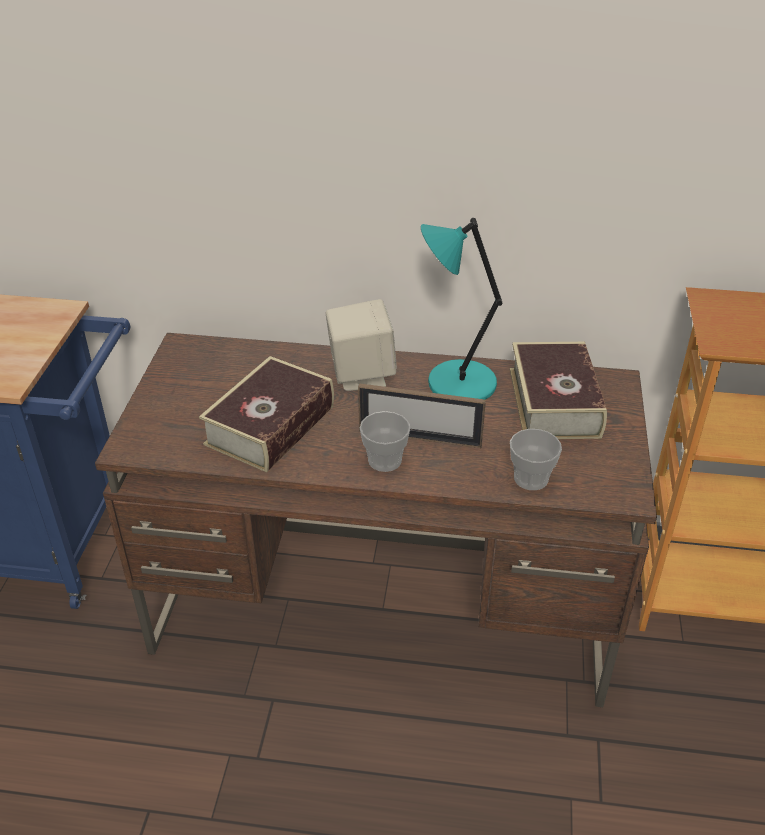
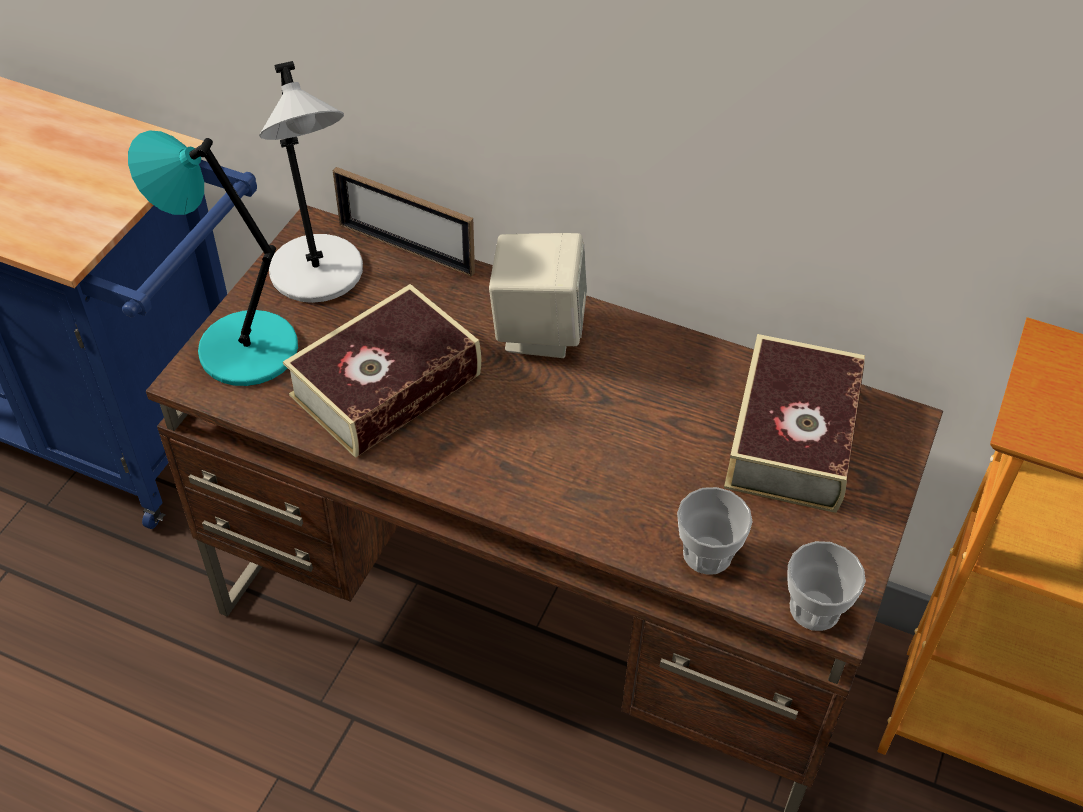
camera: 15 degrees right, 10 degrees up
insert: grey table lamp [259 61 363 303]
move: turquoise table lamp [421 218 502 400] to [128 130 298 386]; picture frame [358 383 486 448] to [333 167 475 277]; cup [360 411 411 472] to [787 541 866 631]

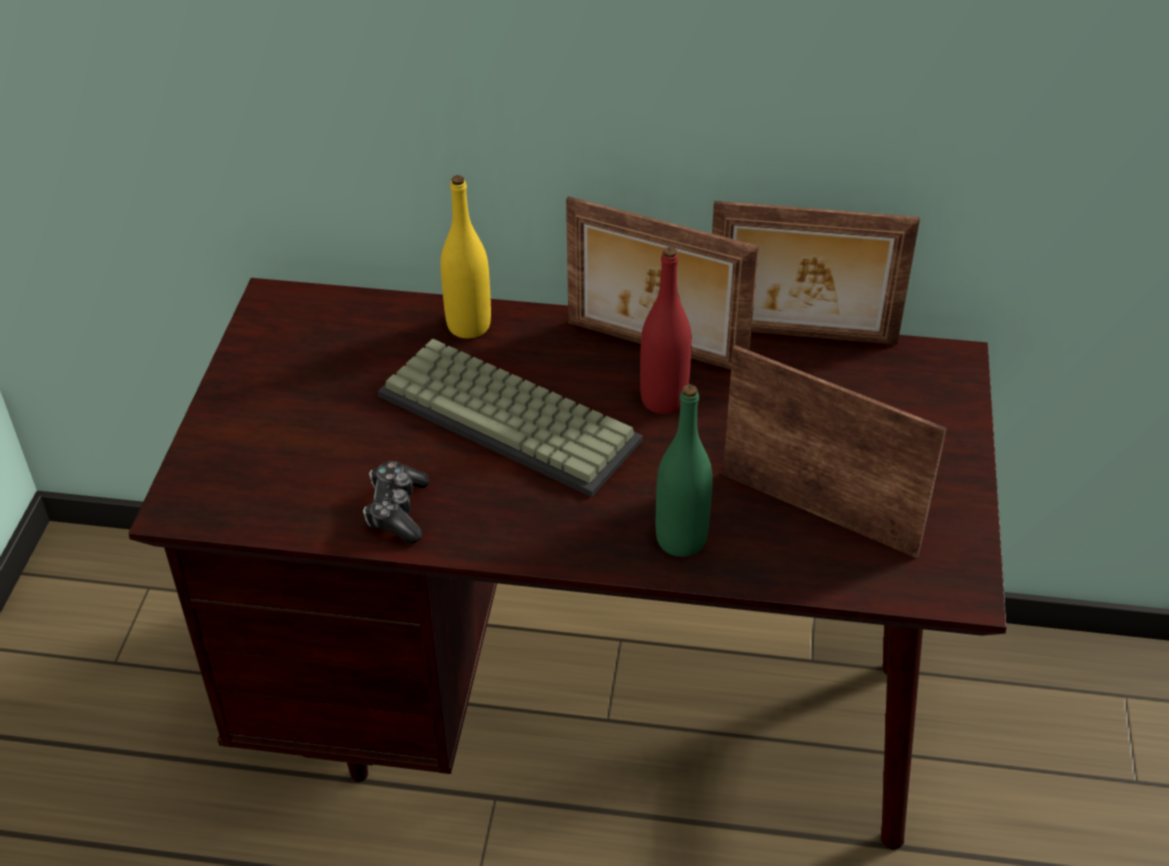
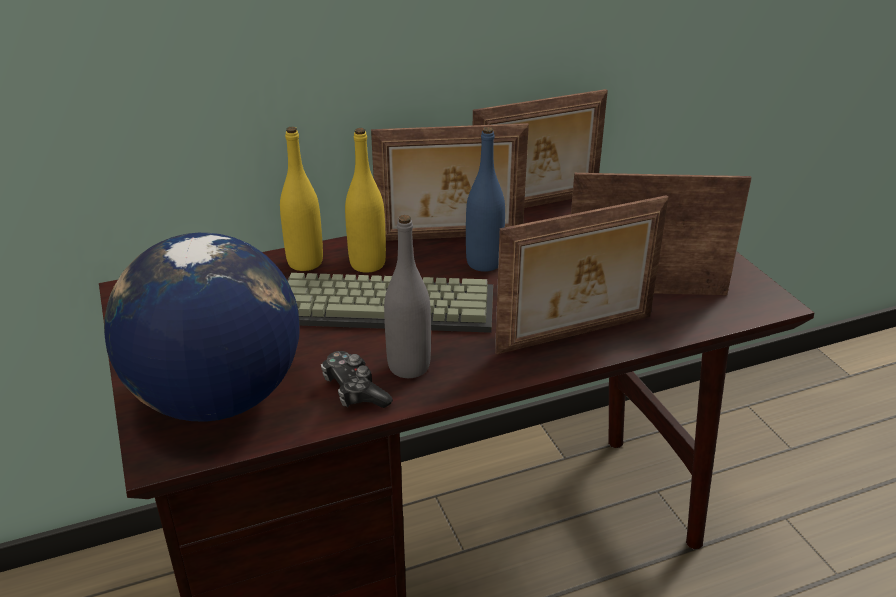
camera: 30 degrees left, 10 degrees down
insert: yellow bottle [345 128 386 273]; grey bottle [384 215 431 378]; globe [104 233 300 421]
replace: green bottle [656 384 713 557] to picture frame [495 195 669 354]
recolor: red bottle [640 247 692 414] to blue bottle [466 127 505 272]

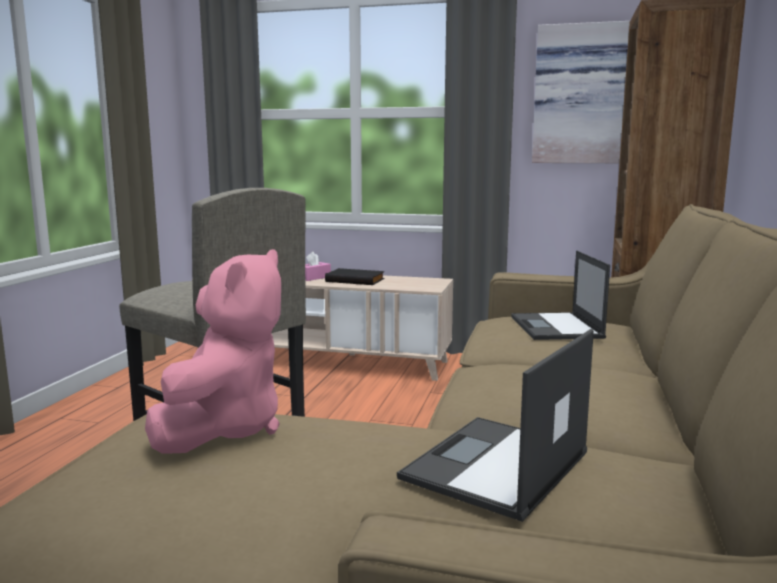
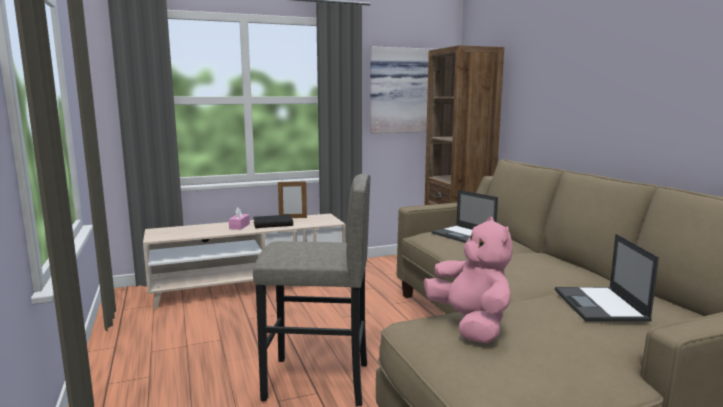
camera: 35 degrees left, 0 degrees up
insert: picture frame [278 180 307 218]

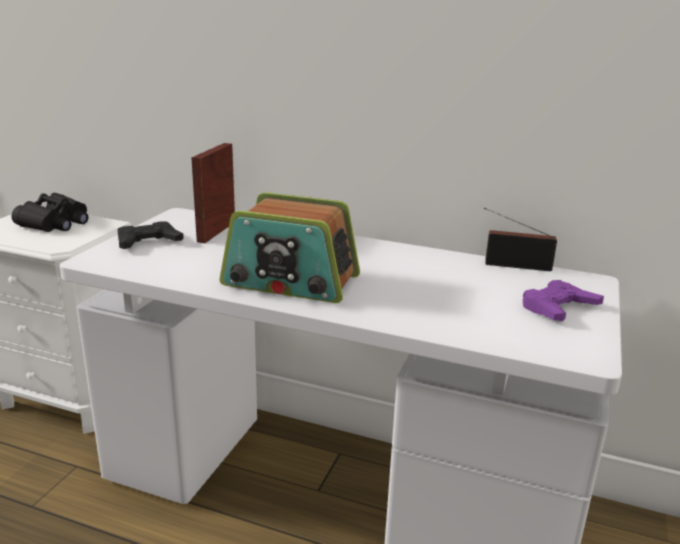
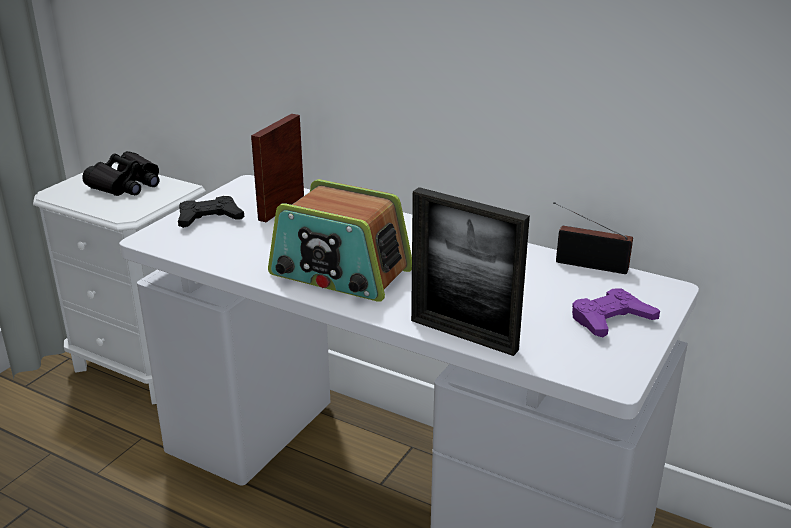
camera: 10 degrees right, 5 degrees up
insert: picture frame [411 187 530 356]

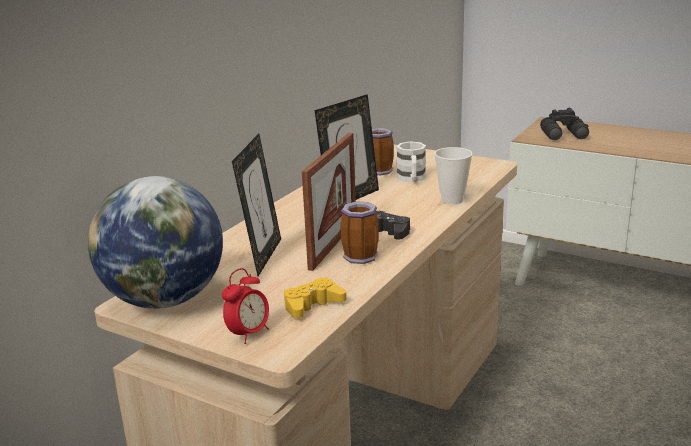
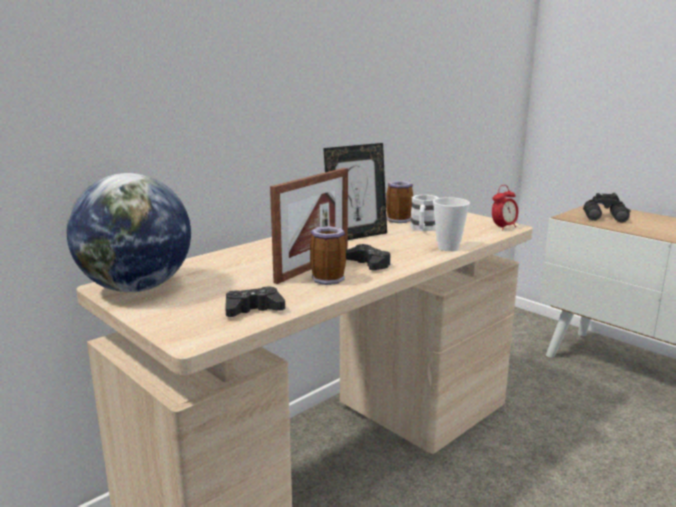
camera: 15 degrees right, 5 degrees down
delete: picture frame [232 134 281 276]
move: alarm clock [222 268 269 344] to [492 185 518 231]
recolor: yellow game controller [284 278 347 318] to black game controller [225 286 285 317]

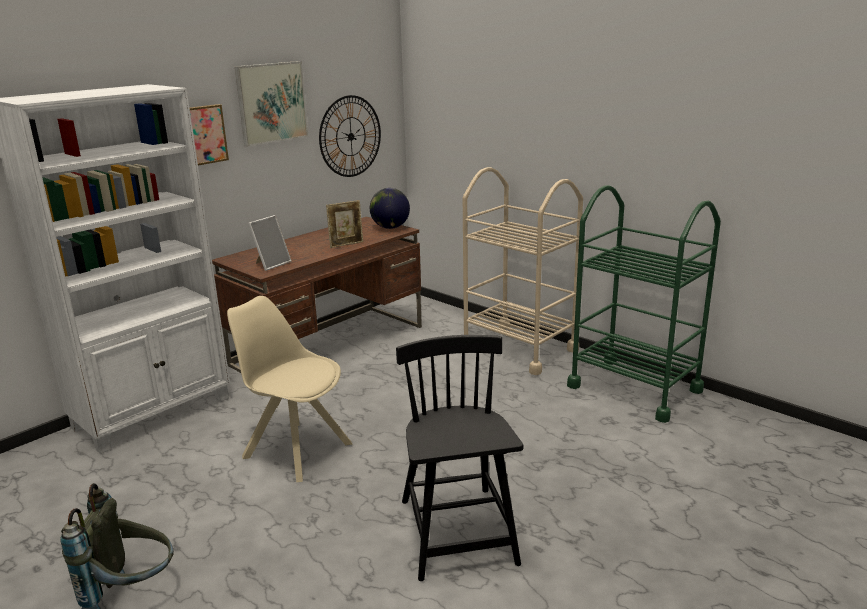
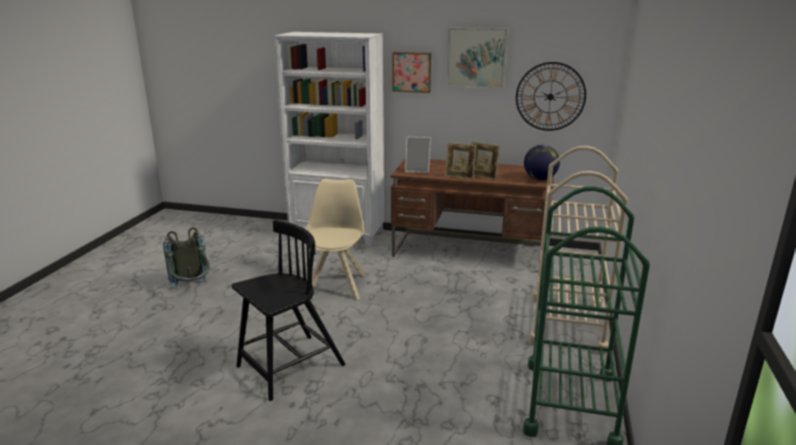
camera: 60 degrees right, 0 degrees up
insert: picture frame [445 142 477 179]

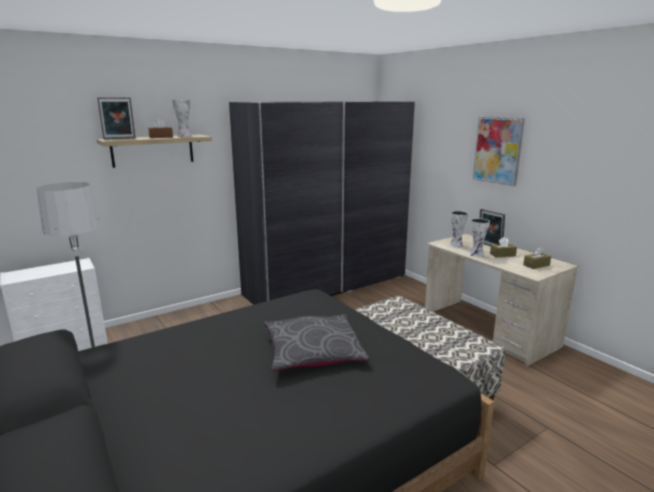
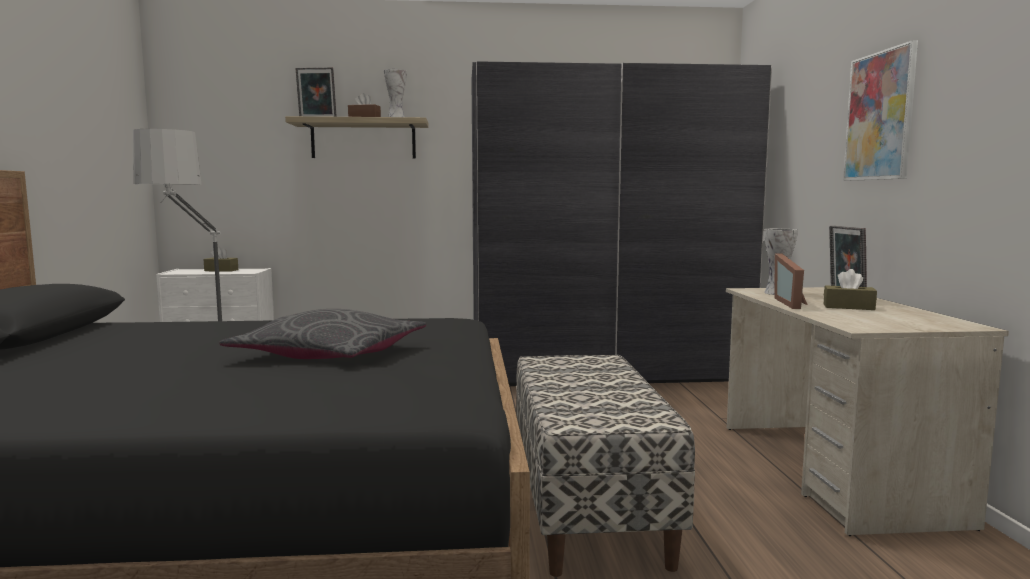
camera: 30 degrees right, 10 degrees down
move: brown tissue box [523 247 551 269] to [204 247 238 272]
replace: vase [470 218 490 257] to picture frame [775 254 808 309]

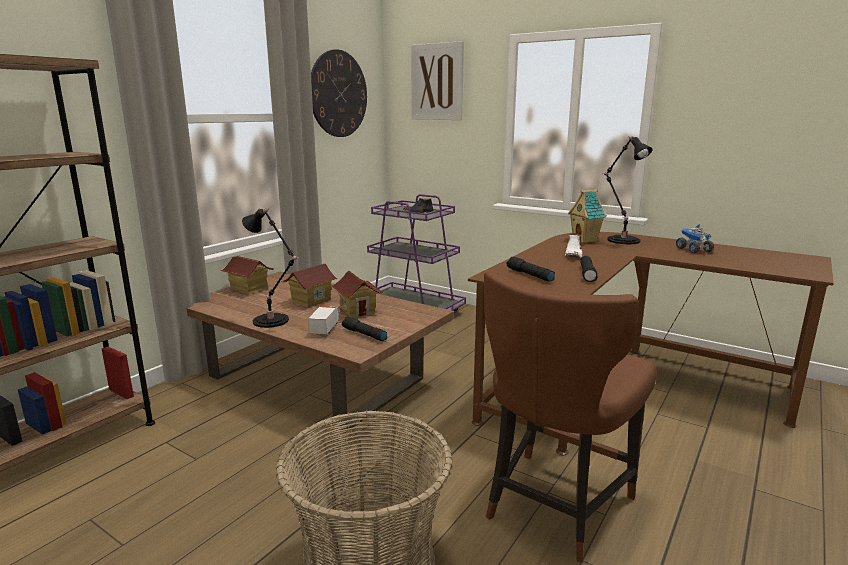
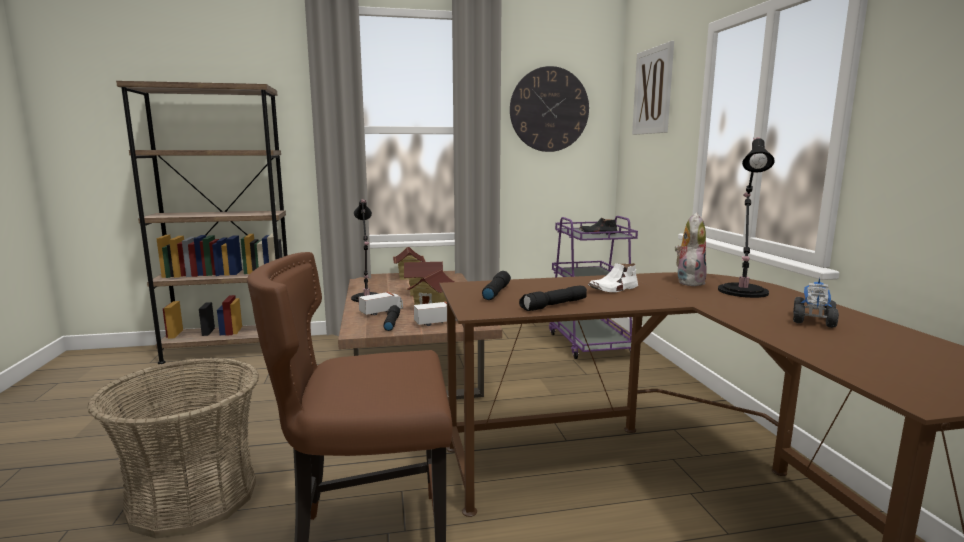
camera: 45 degrees right, 5 degrees down
insert: toy truck [414 301 457 326]
replace: toy house [568 189 607 243] to plush toy [675 212 707 286]

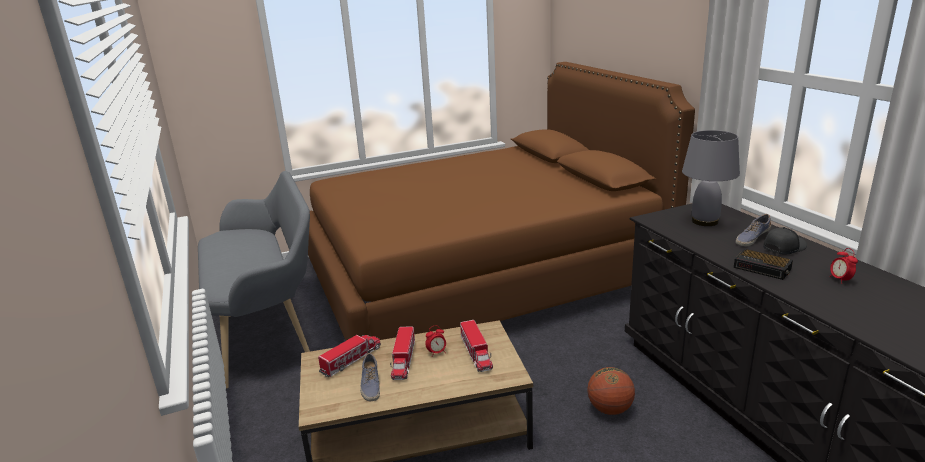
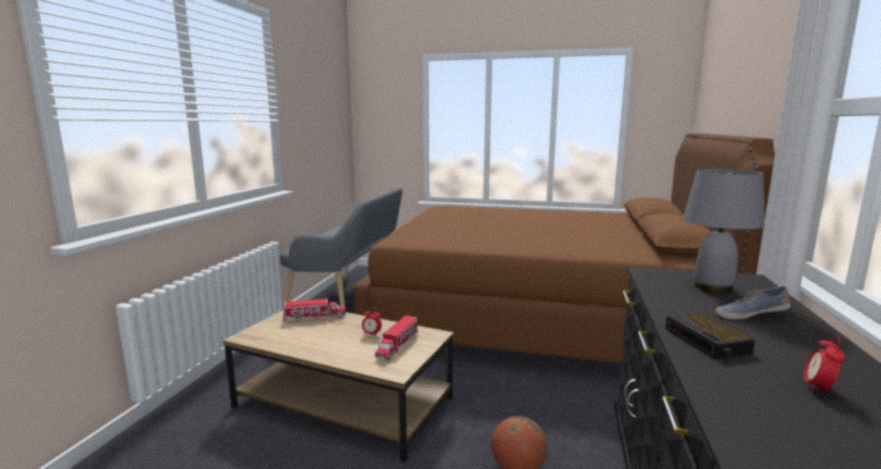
camera: 35 degrees right, 10 degrees down
delete: black cap [763 227 807 254]; toy truck [390 326 415 380]; shoe [360 353 380 401]

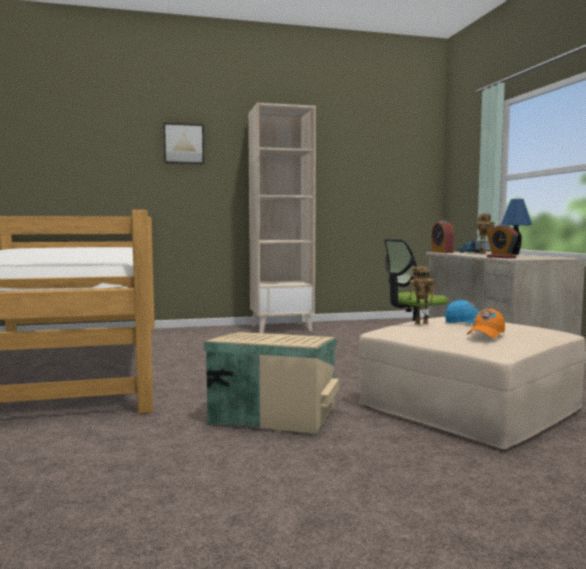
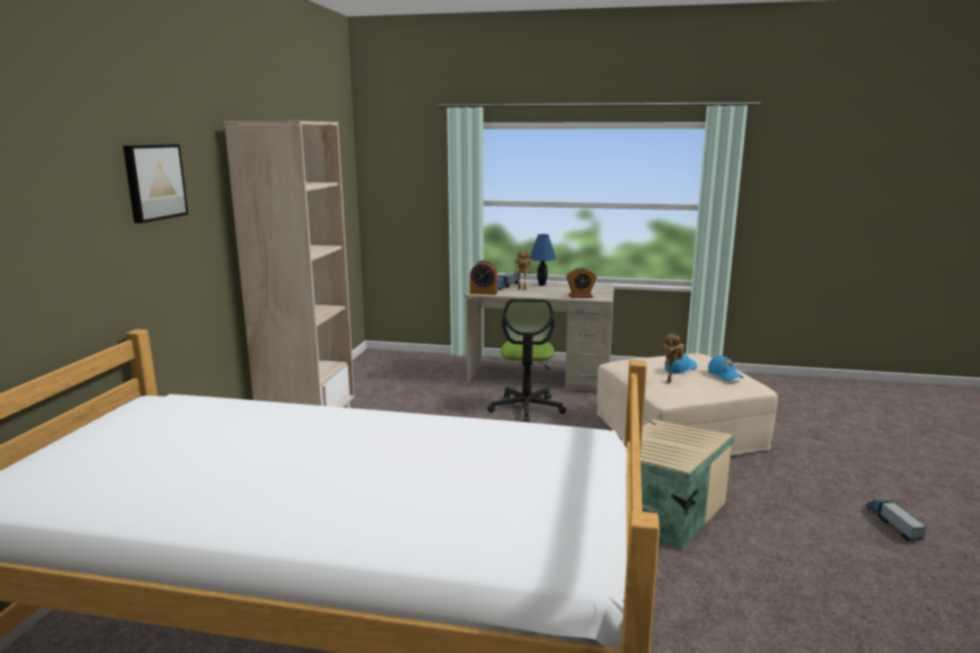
camera: 65 degrees left, 10 degrees up
insert: toy truck [865 500 926 542]
recolor: orange cap [467 308 505 338] to blue cap [708 355 744 381]

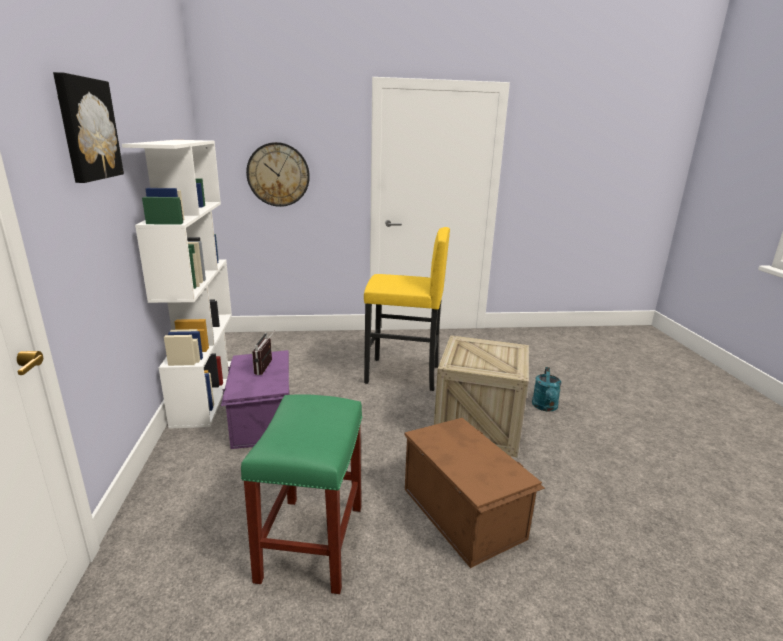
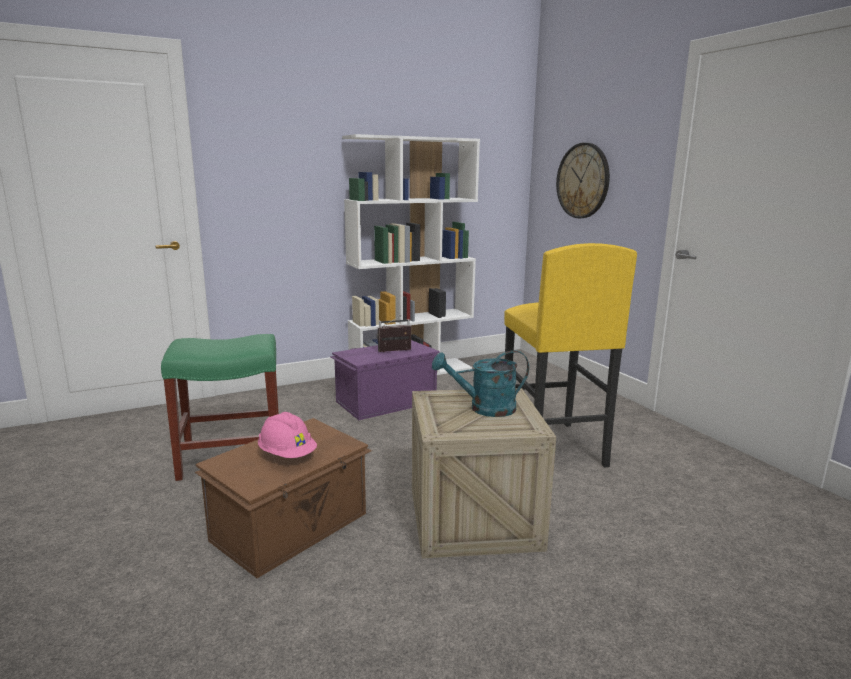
camera: 70 degrees right, 5 degrees down
delete: picture [53 72 124 183]
insert: pink hard hat [258 412 317 458]
move: turquoise watering can [532 367 562 412] to [432 350 529 417]

